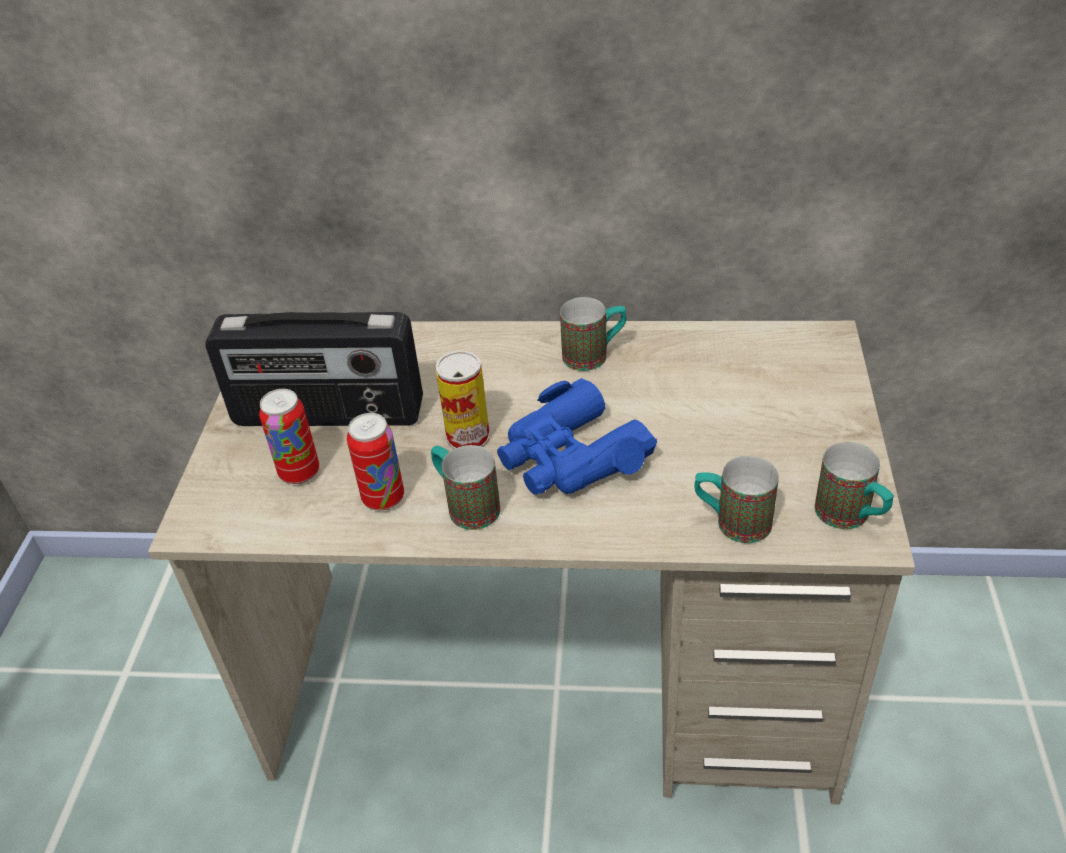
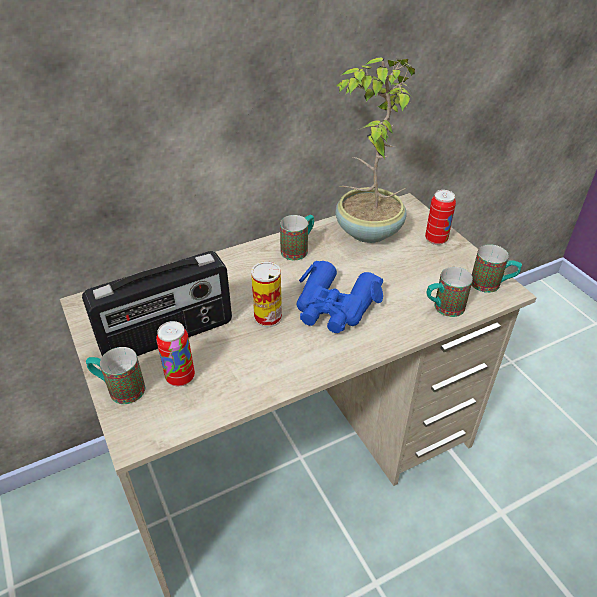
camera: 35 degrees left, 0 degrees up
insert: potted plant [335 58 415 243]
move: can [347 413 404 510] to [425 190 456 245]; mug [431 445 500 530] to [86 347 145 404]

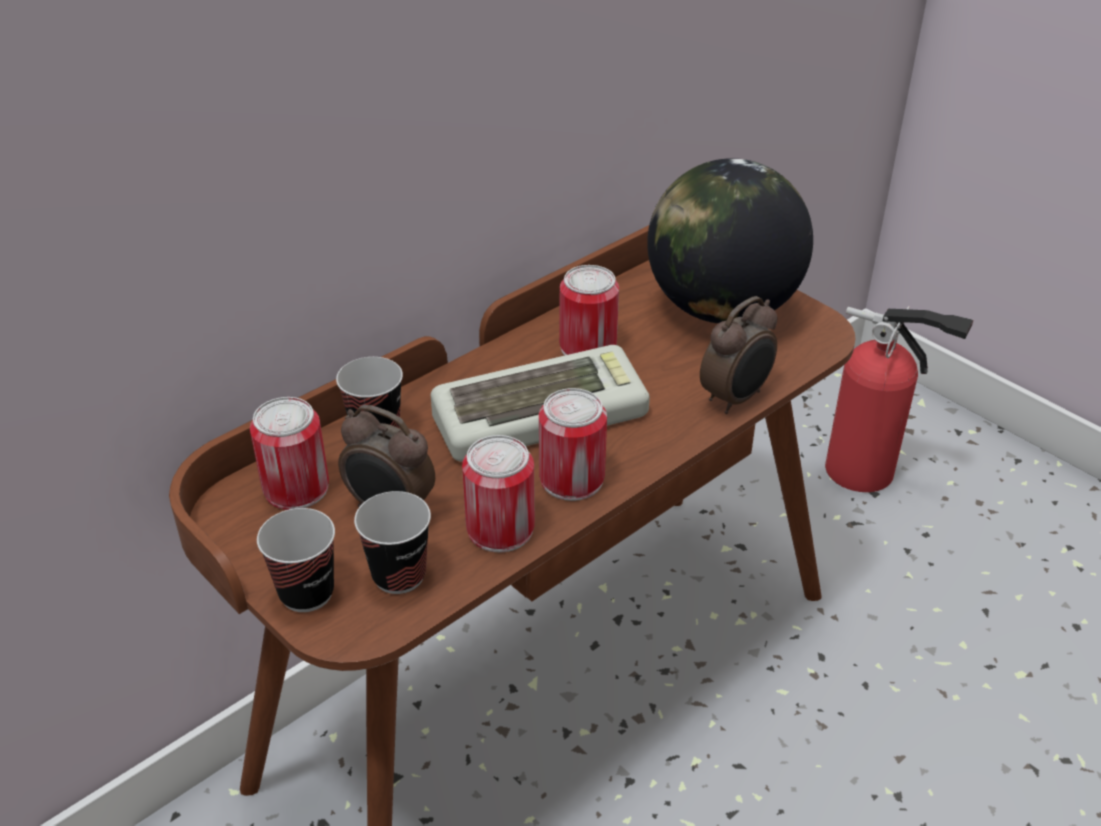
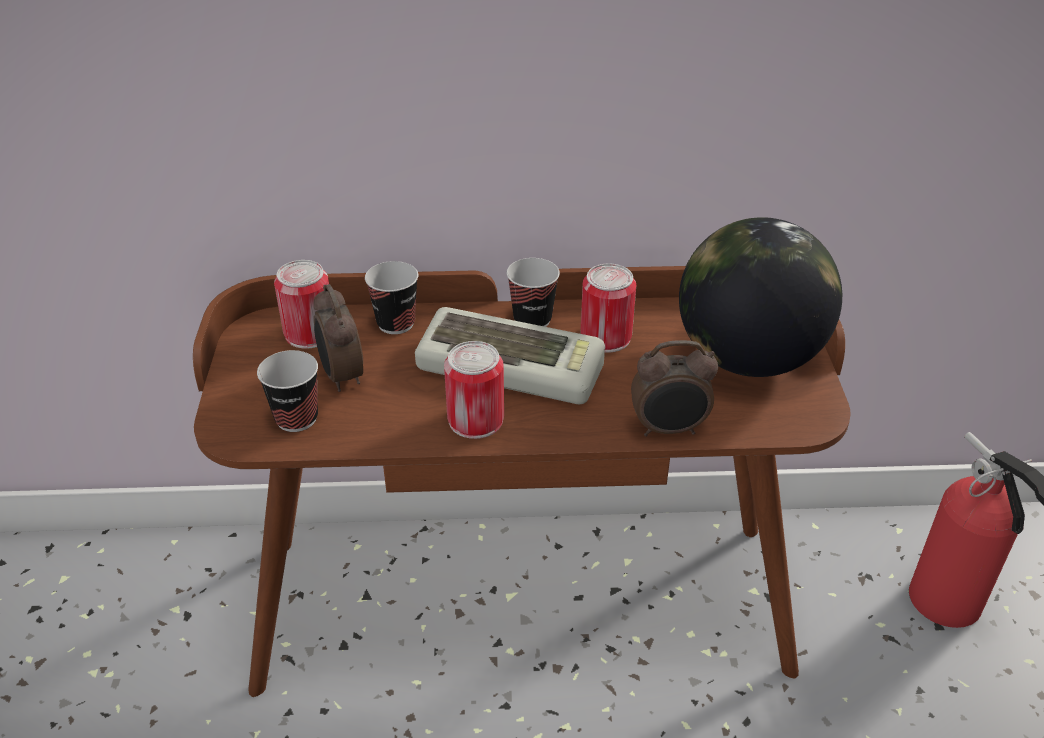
camera: 40 degrees right, 0 degrees up
delete: can [462 435 535 553]
move: cup [257 508 335 612] to [506 258 560 327]

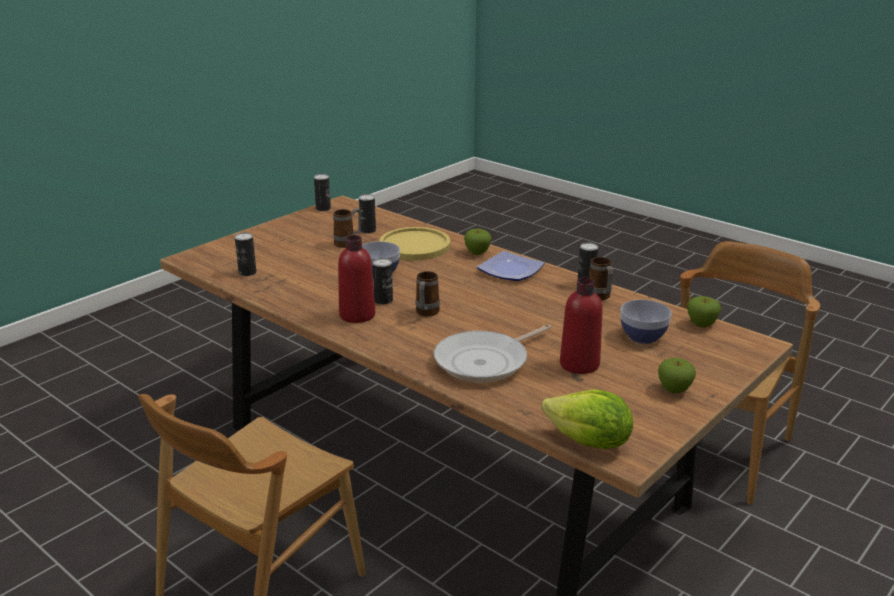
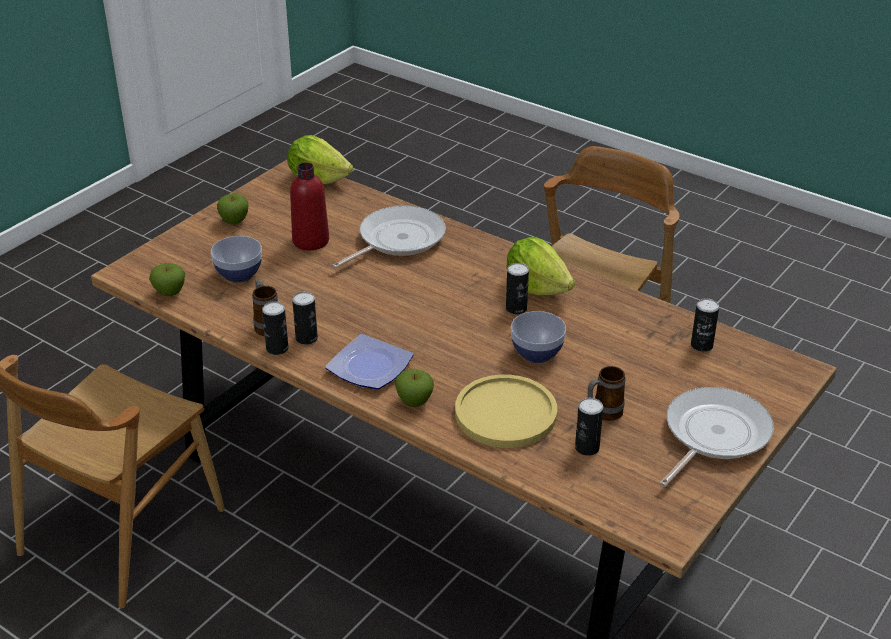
camera: 175 degrees right, 10 degrees up
delete: mug [415 271 440 317]
insert: frying pan [659 387 774 487]
move: can [314 174 331 211] to [292 292 318 345]
replace: red bottle [338 235 375 323] to lettuce [506 236 575 295]

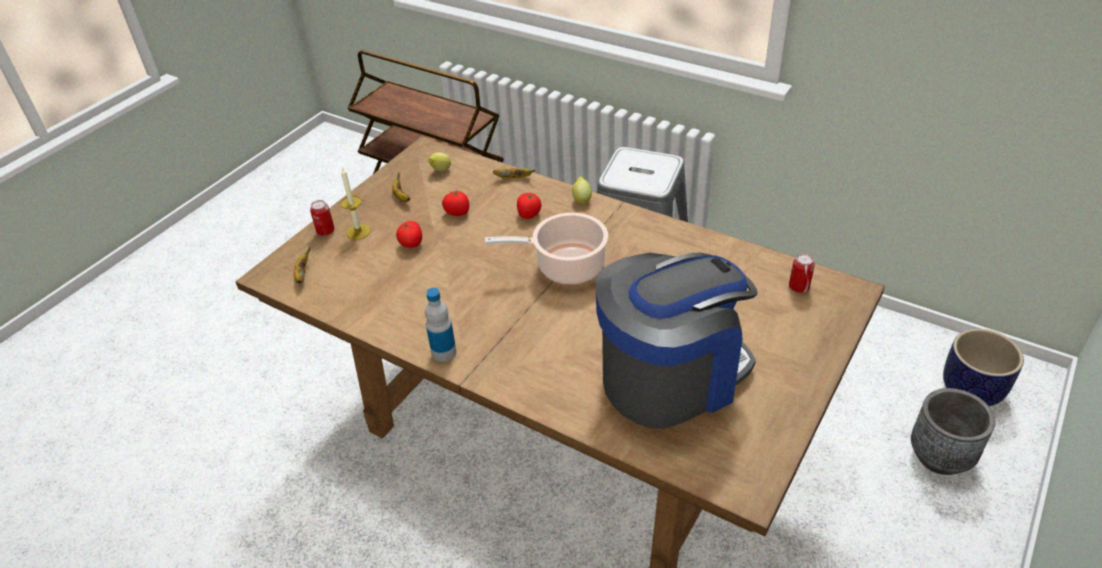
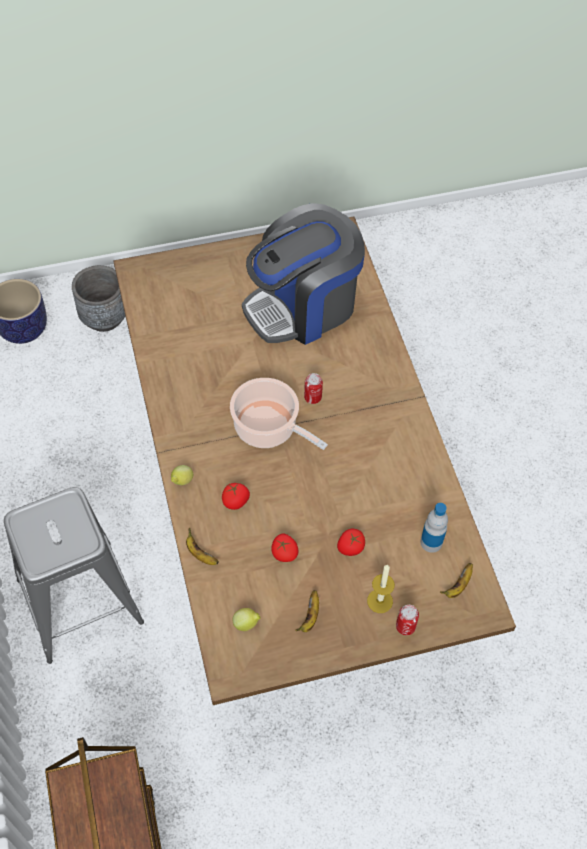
camera: 140 degrees left, 15 degrees up
move: can [789 253 815 293] to [304 373 323 404]; bottle [425 288 456 362] to [420 503 448 553]
rotate: coffee machine [596 253 758 429] = [242 203 365 345] 45 degrees counterclockwise

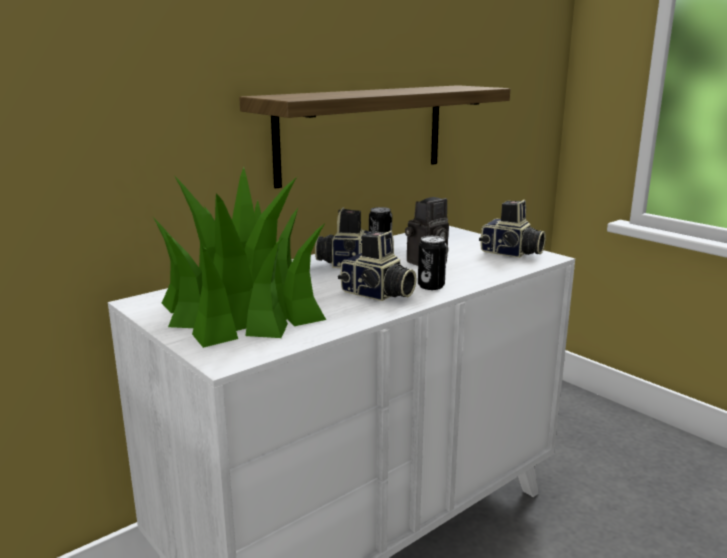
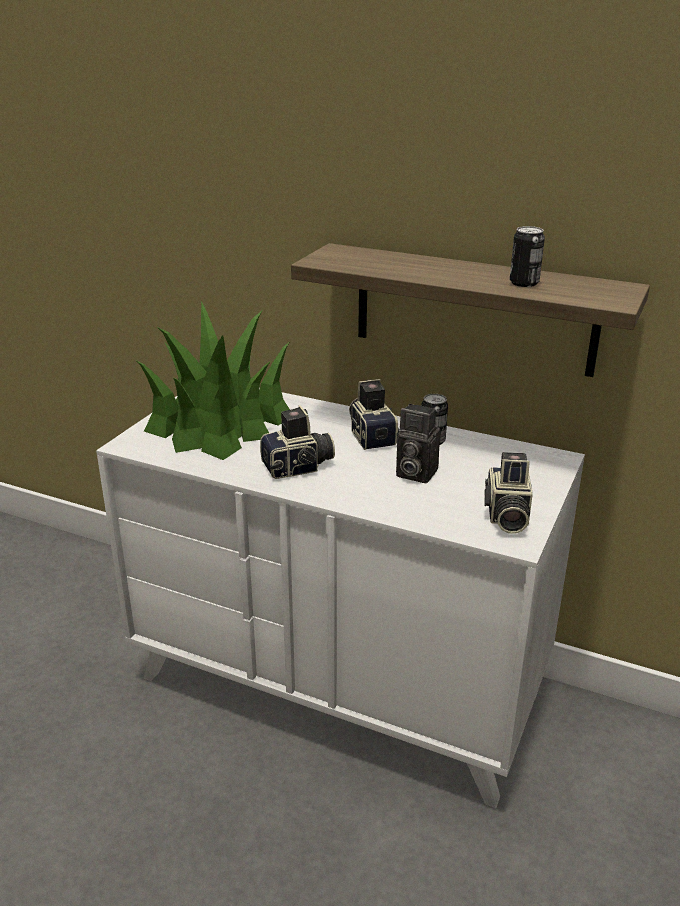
camera: 65 degrees right, 10 degrees up
move: can [418 236 447 290] to [510 226 545 287]
rotate: photo camera [338 231 417 301] = [260 405 335 479] 120 degrees counterclockwise

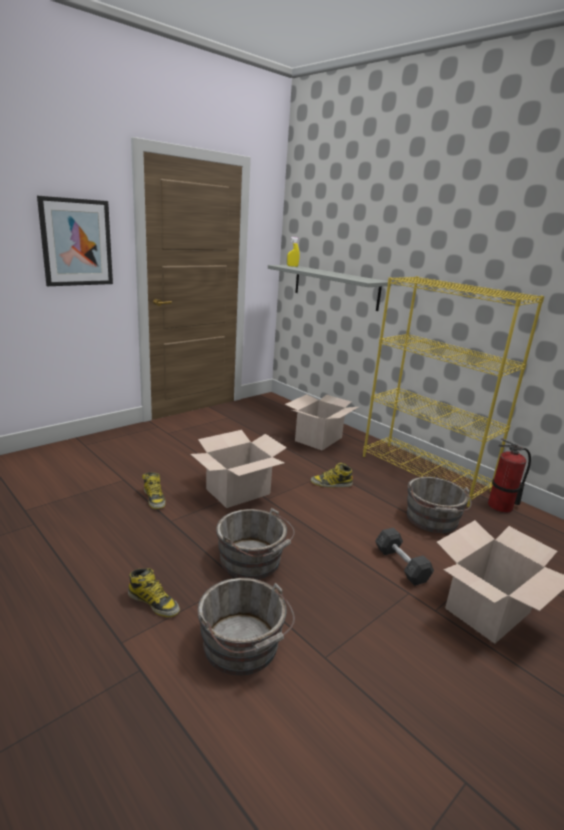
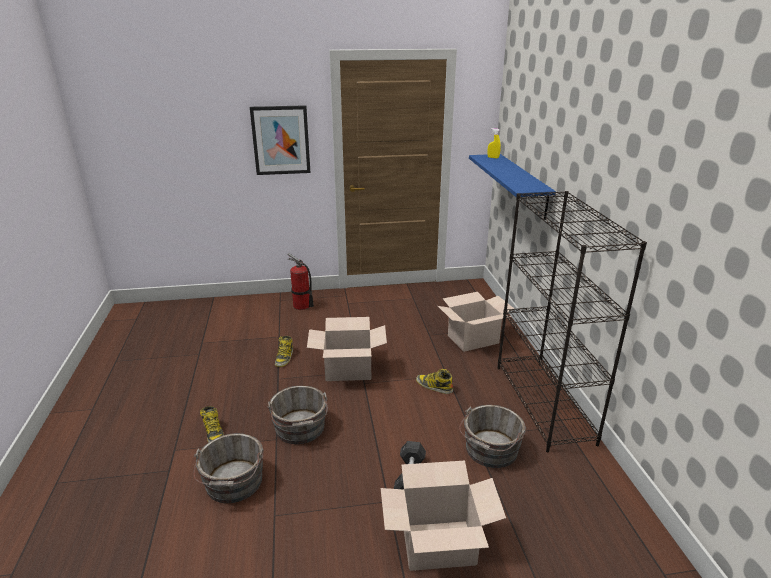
camera: 35 degrees right, 5 degrees up
move: fire extinguisher [488 438 531 513] to [287 253 314 310]
recolor: grey shelf [268 265 392 311] to blue shelf [469 154 556 220]; yellow bookcase [363 276 544 507] to black bookcase [497 191 647 452]

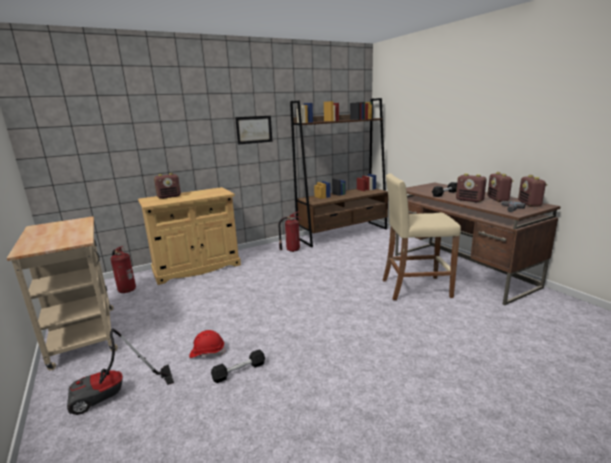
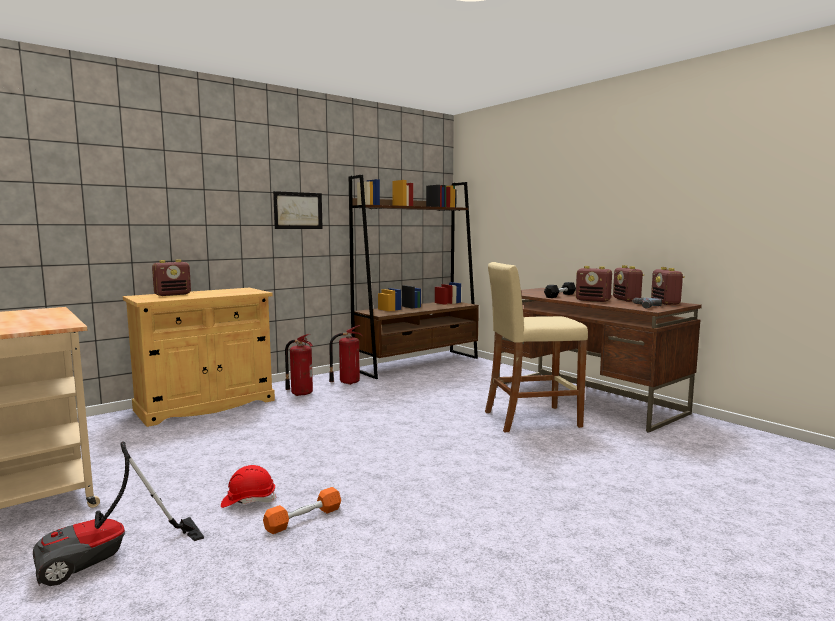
camera: 10 degrees left, 10 degrees down
move: fire extinguisher [111 246 136 293] to [285 334 313 396]
recolor: black dumbbell [211 349 265 383] to orange dumbbell [263 487 341 534]

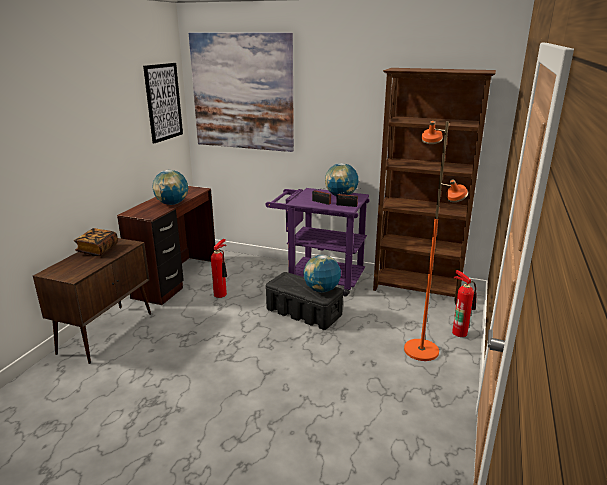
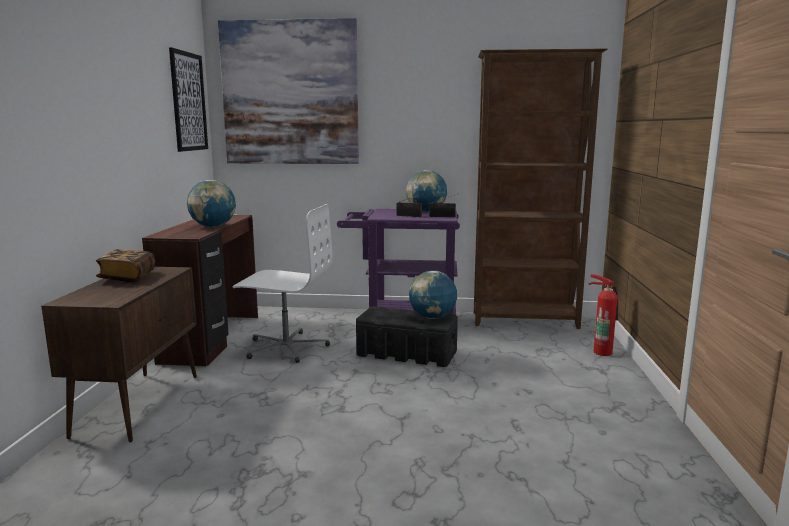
camera: 15 degrees left, 10 degrees down
delete: orange floor lamp [404 121 468 361]
replace: fire extinguisher [211 239 227 298] to white office chair [232 204 333 363]

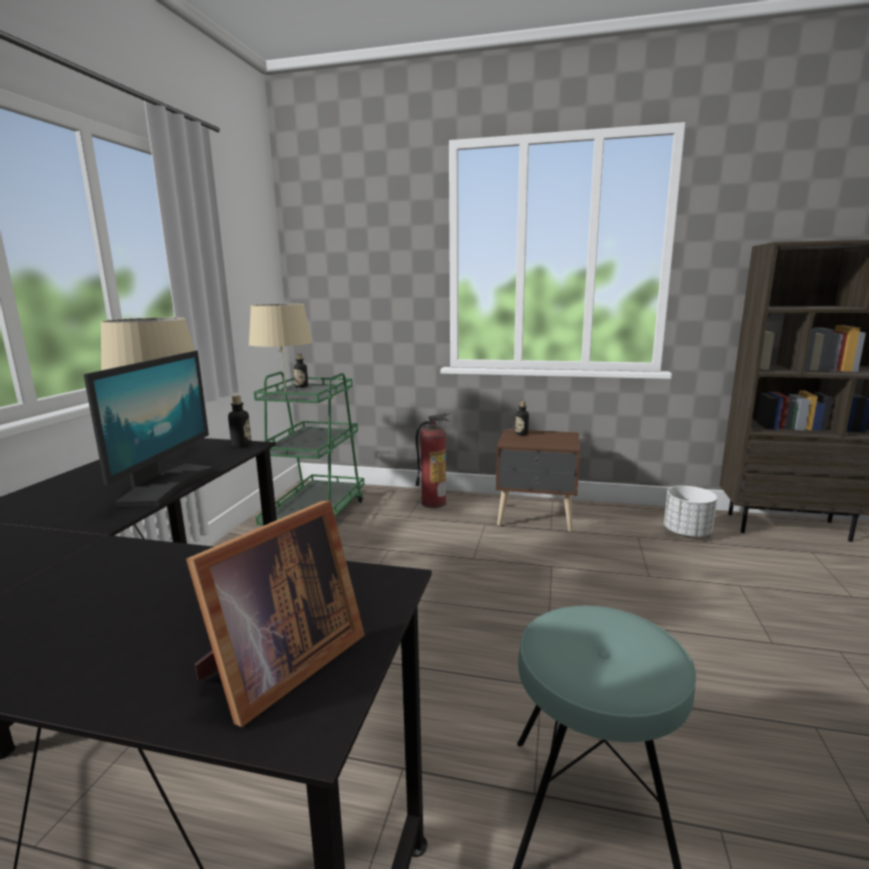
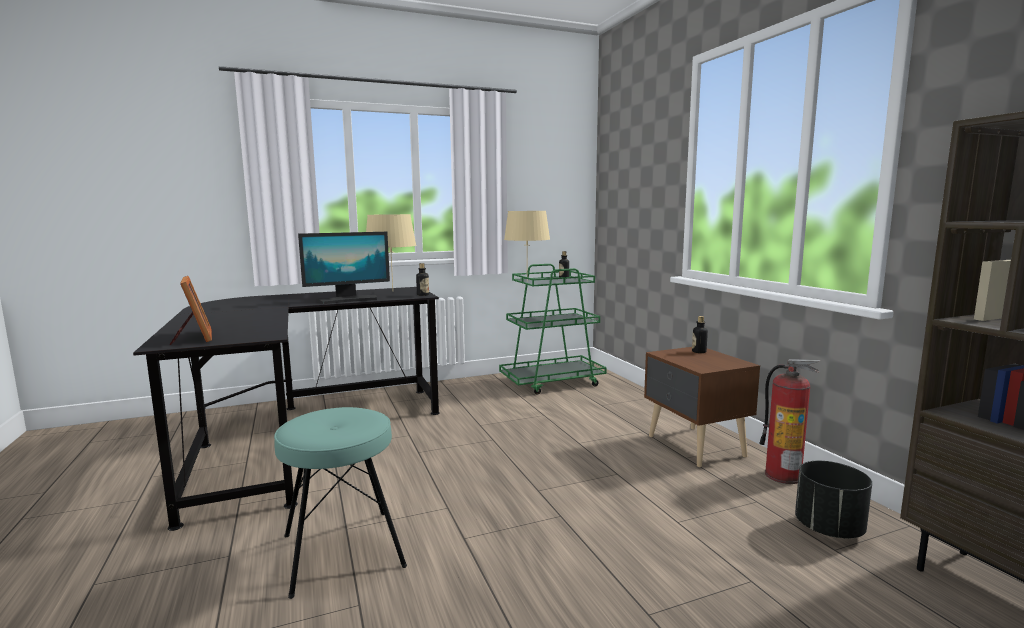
camera: 55 degrees right, 5 degrees down
move: fire extinguisher [416 412 450 508] to [760 359 821 484]
recolor: white planter [664 486 717 538] to black planter [795 461 872 538]
rotate: picture frame [186 500 365 727] = [169 276 212 345] 120 degrees counterclockwise

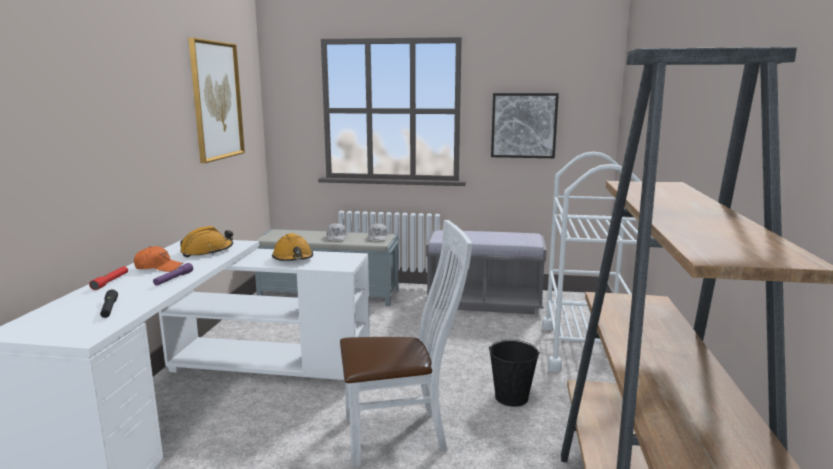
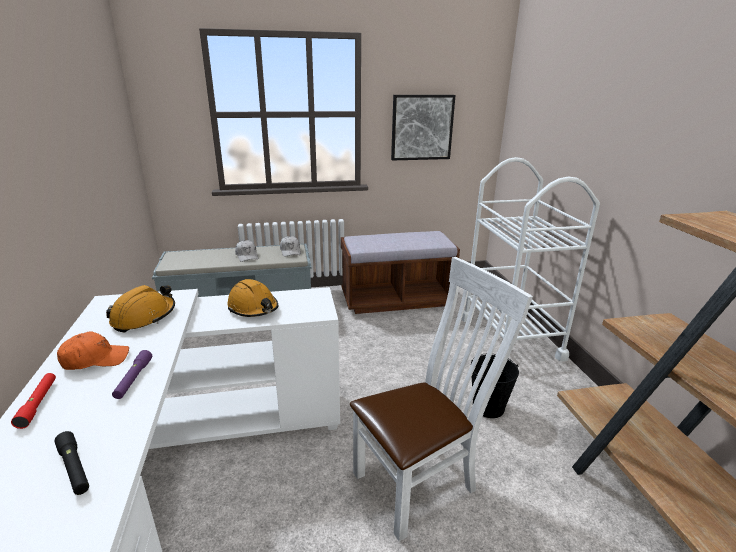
camera: 20 degrees left, 10 degrees up
delete: picture [188 38 245 163]
recolor: grey bench [426 230 547 314] to brown bench [341 231 460 314]

